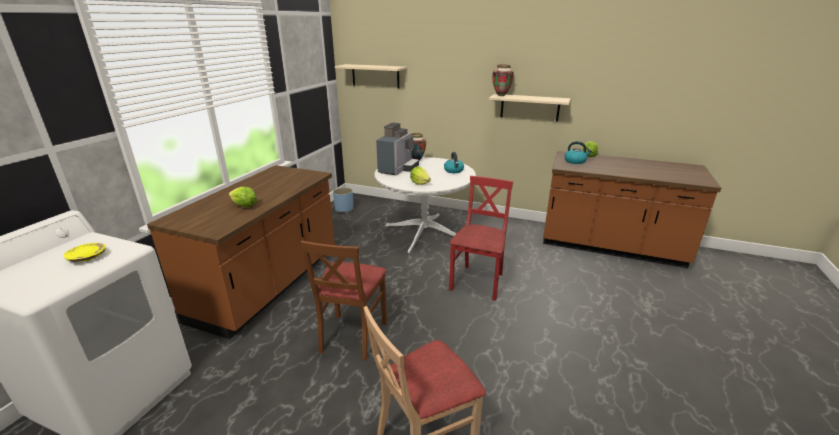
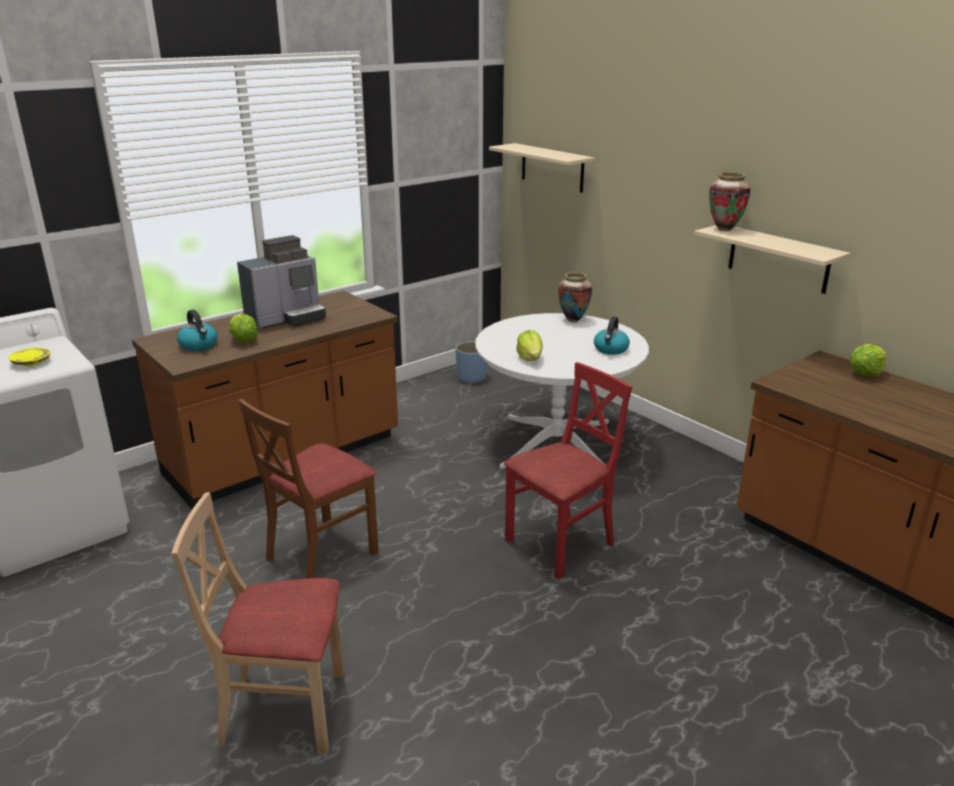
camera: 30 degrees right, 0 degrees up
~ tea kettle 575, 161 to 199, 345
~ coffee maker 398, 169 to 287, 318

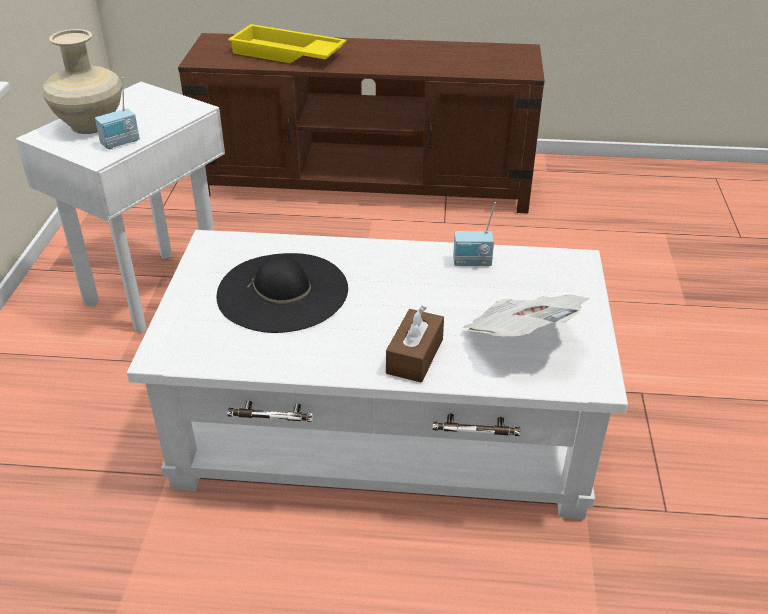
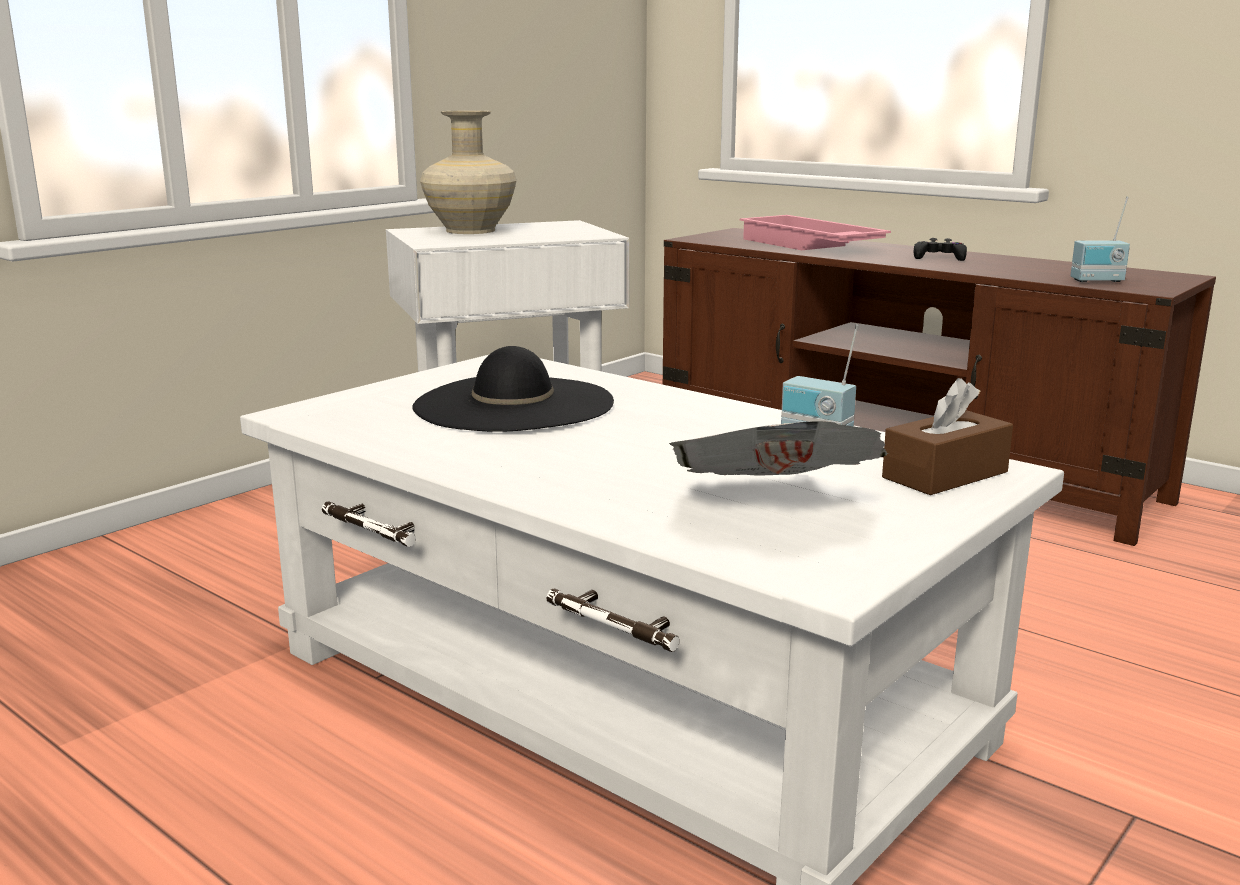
camera: 35 degrees right, 20 degrees down
~ yellow tray 286, 54 to pink tray 808, 245
~ brownish box of tissues 415, 356 to 945, 475
+ black game controller 939, 257
~ radio receiver 121, 143 to 1098, 281

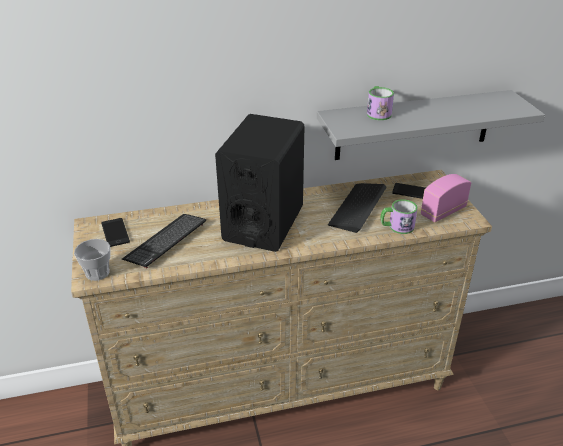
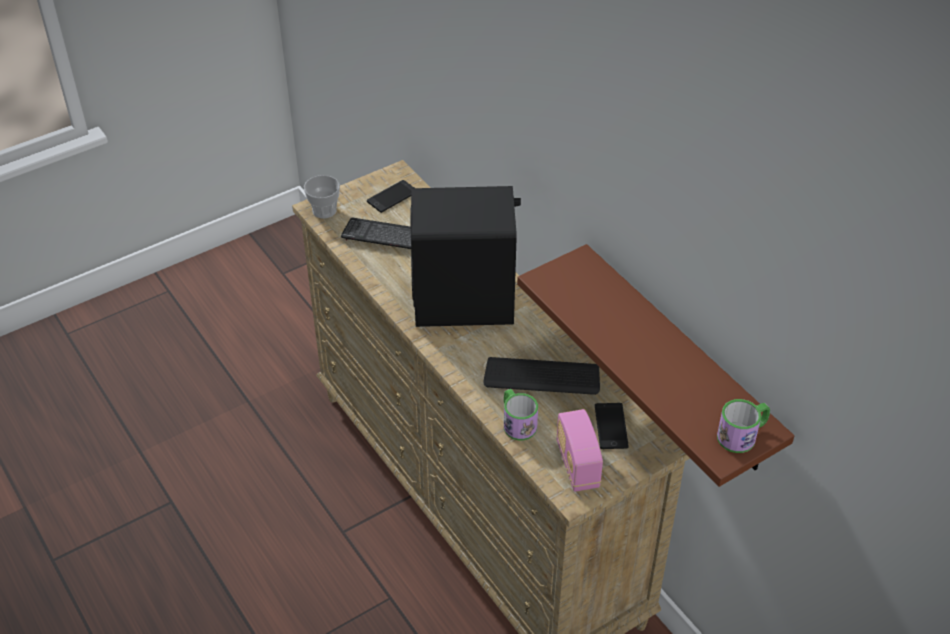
camera: 70 degrees right, 10 degrees up
~ gray bracket shelf 414, 125 to brownish bracket shelf 678, 361
~ radio receiver 443, 211 = 577, 465 135 degrees counterclockwise
~ tea mug 377, 112 to 742, 435

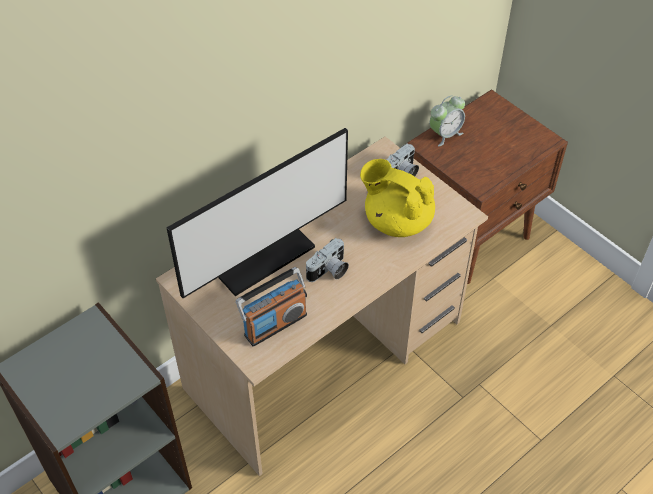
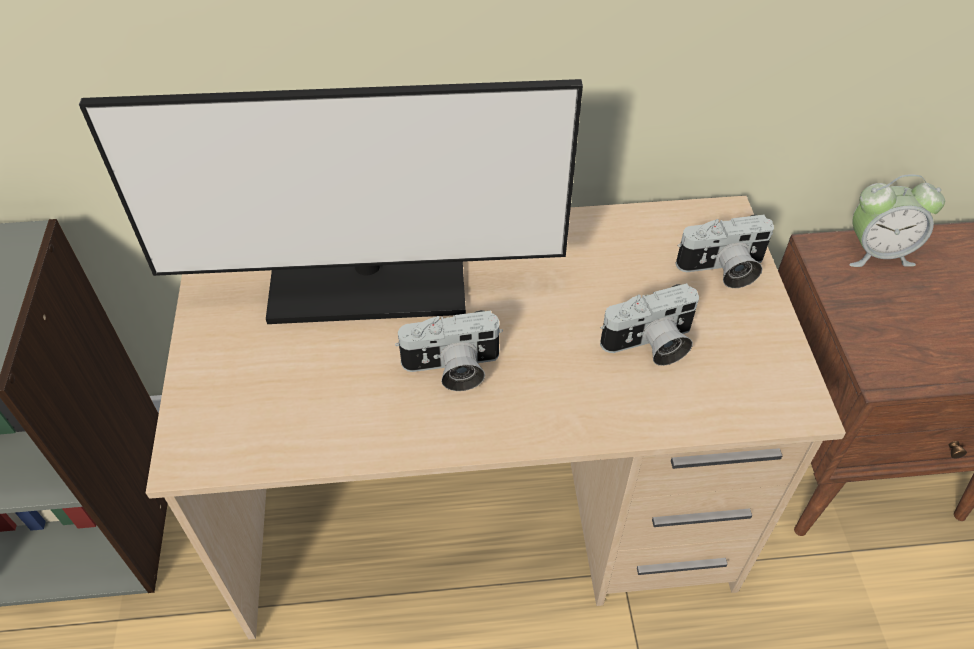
camera: 35 degrees right, 0 degrees up
~ yellow pot for tea 397, 220 to still camera 650, 345
- radio receiver 275, 324

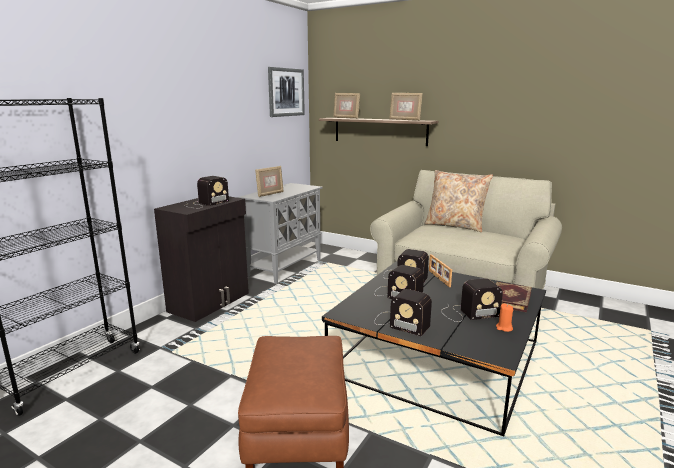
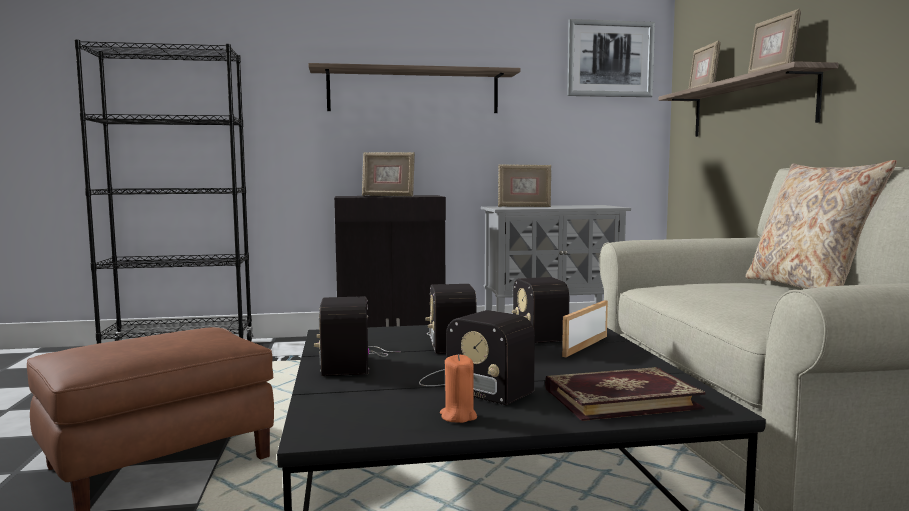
camera: 50 degrees right, 10 degrees down
+ bracket shelf 413, 91
~ radio receiver 205, 204 to standing frame 388, 196

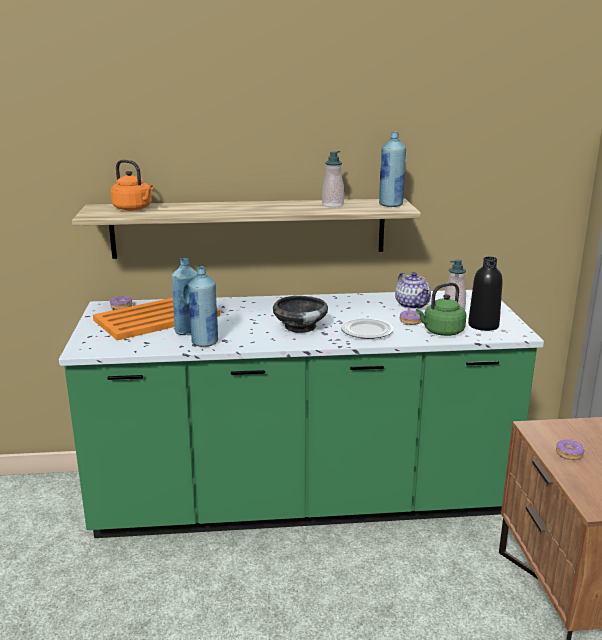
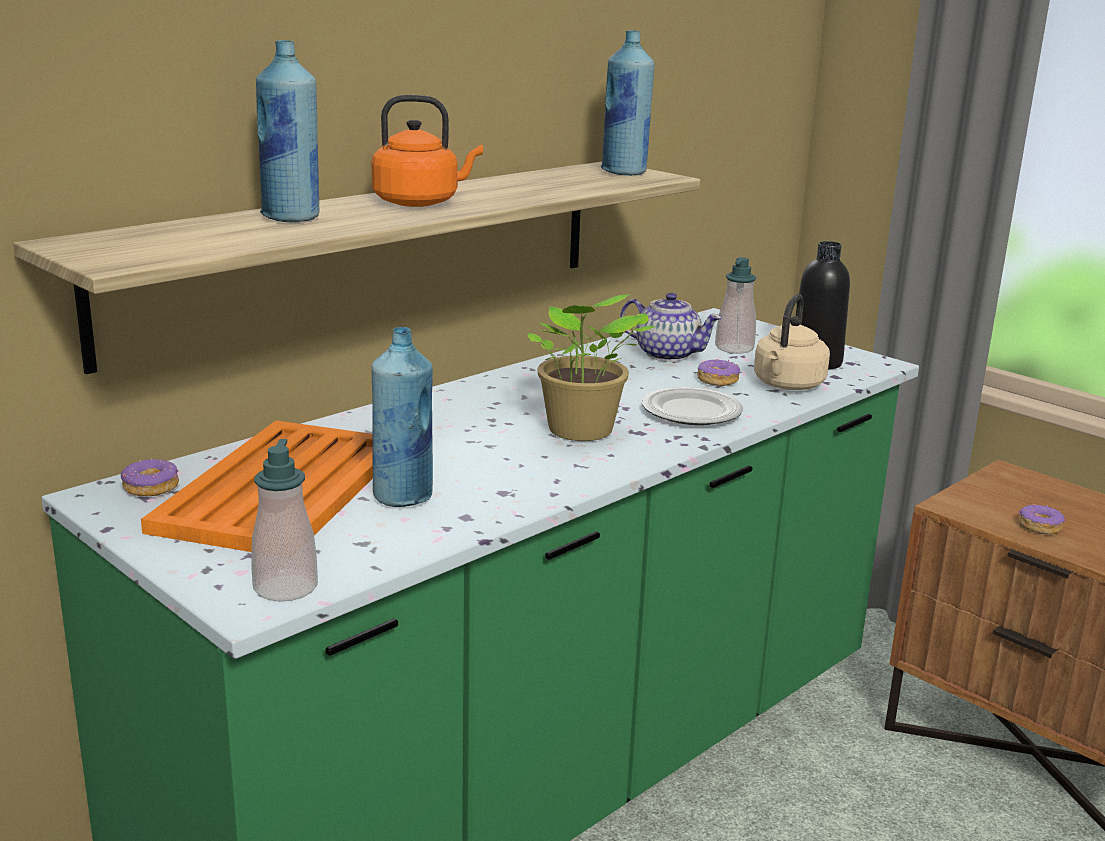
camera: 40 degrees left, 0 degrees up
~ soap bottle 332, 205 to 285, 587
~ blue-coloured drink bottle 205, 342 to 291, 217
~ orangey tea kettle 134, 209 to 420, 202
~ black bowl 300, 327 to plant in a pot 580, 432
~ green-coloured tea kettle 441, 332 to beige-coloured tea kettle 787, 385

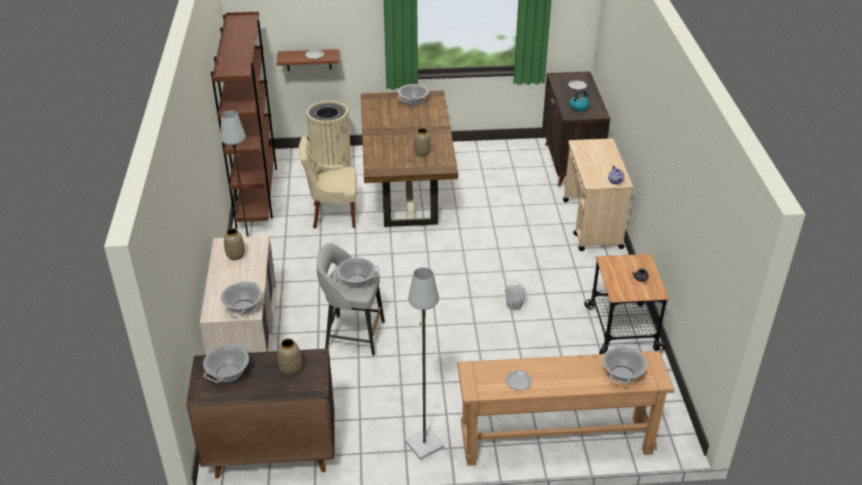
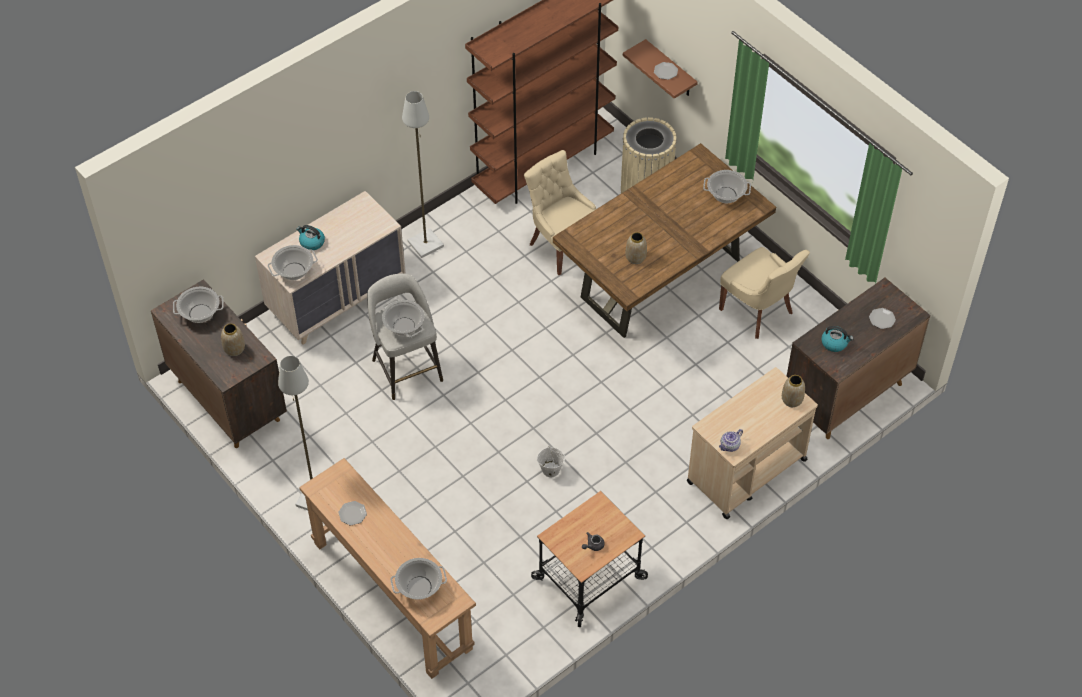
camera: 55 degrees right, 15 degrees up
+ tea kettle 311, 242
+ beige-coloured upright chair 758, 311
~ decorative vase 235, 255 to 791, 400

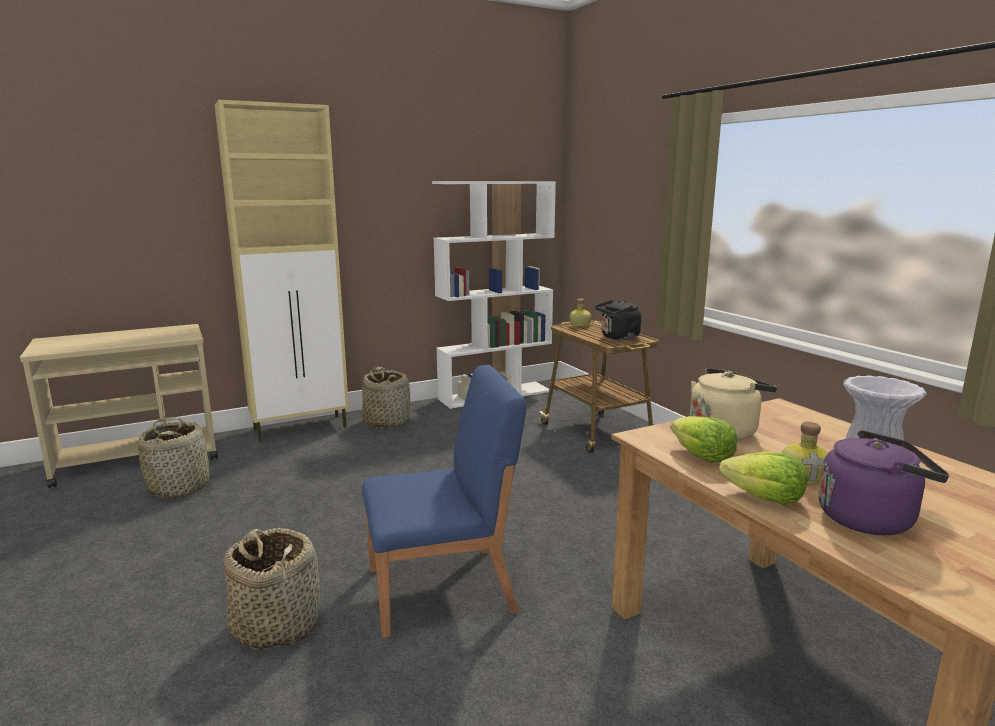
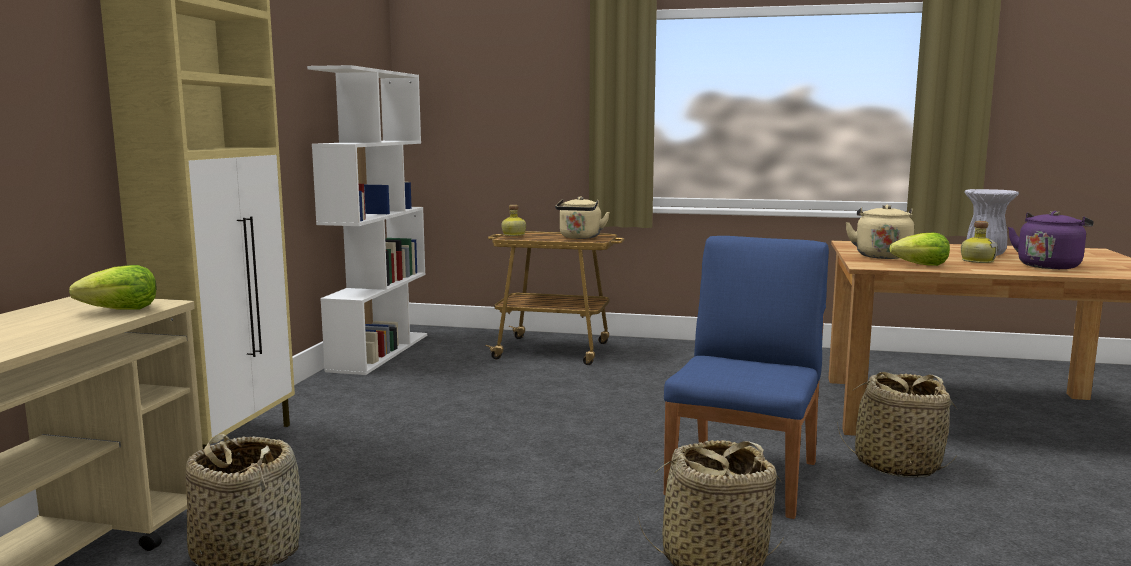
camera: 50 degrees left, 5 degrees down
~ lettuce head 764, 498 to 121, 310
~ black tea kettle 618, 337 to beige-coloured tea kettle 580, 237
~ basket 387, 422 to 896, 465

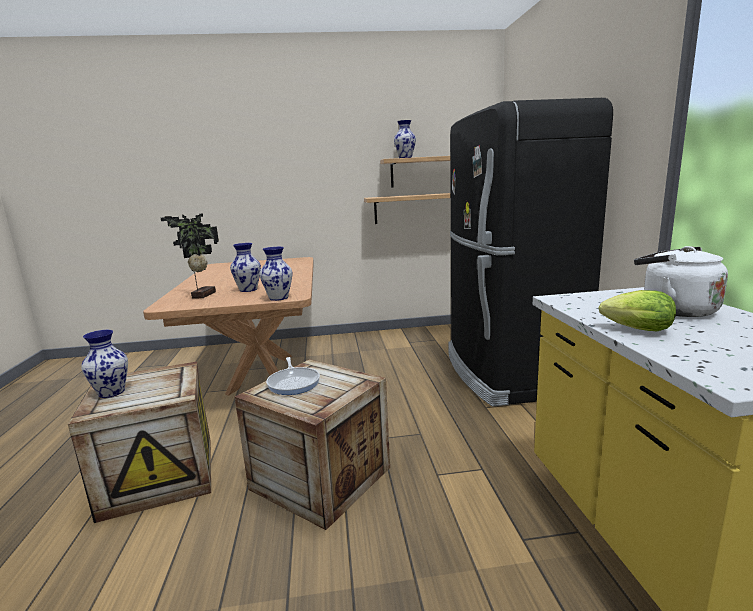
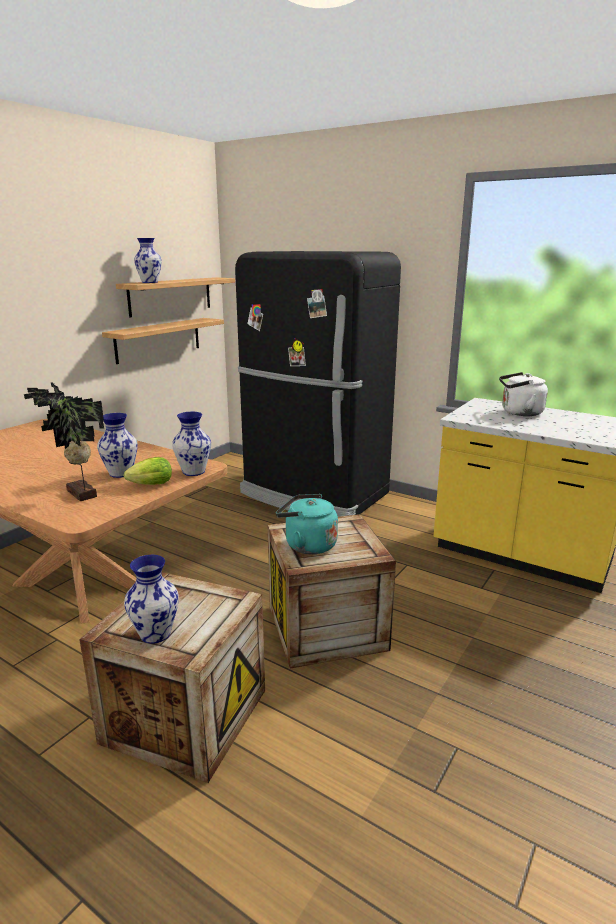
camera: 50 degrees left, 5 degrees up
~ lettuce head 633, 329 to 149, 485
~ frying pan 294, 383 to turquoise tea kettle 307, 545

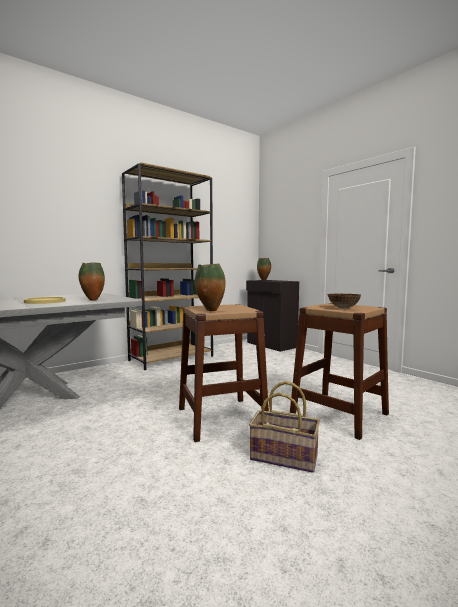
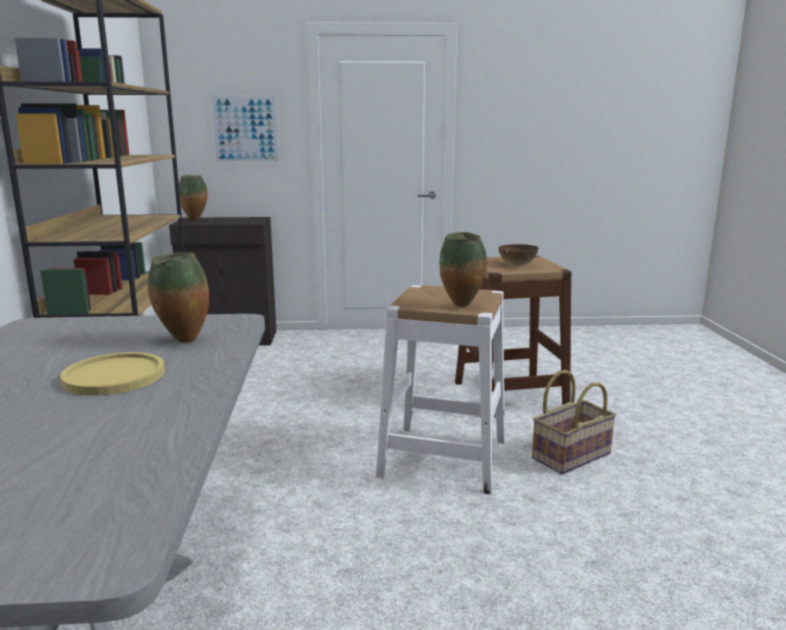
camera: 55 degrees left, 10 degrees up
+ wall art 245, 129
~ brownish stool 221, 418 to white stool 444, 457

